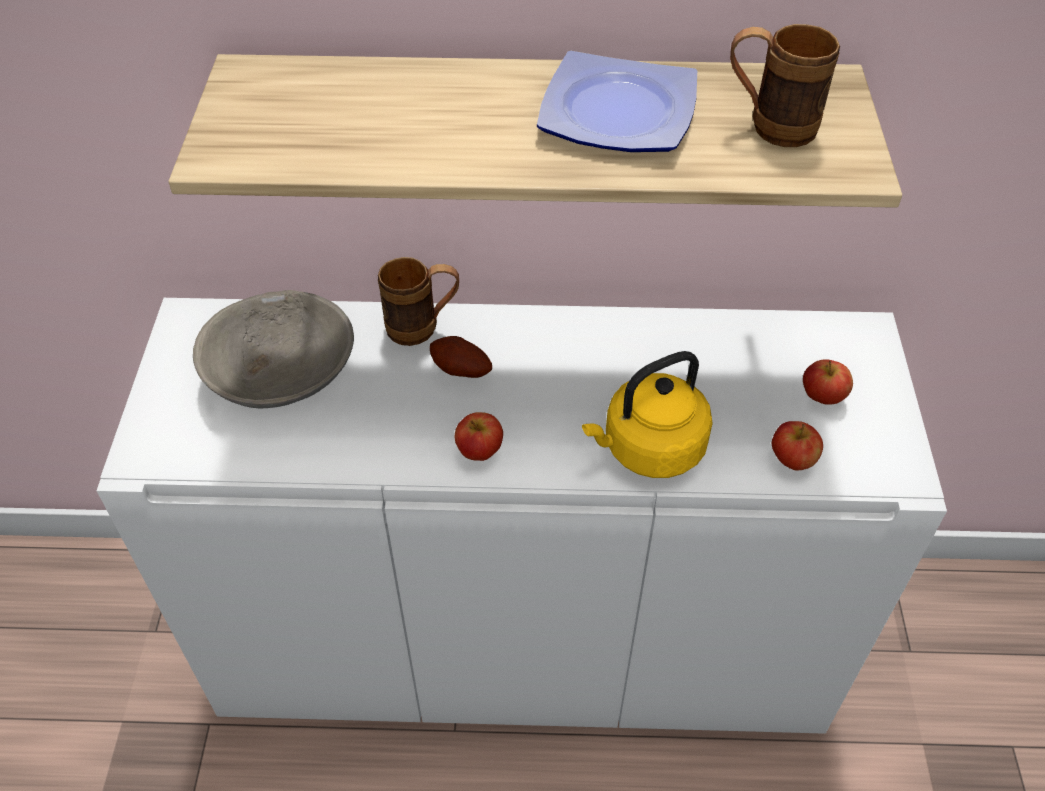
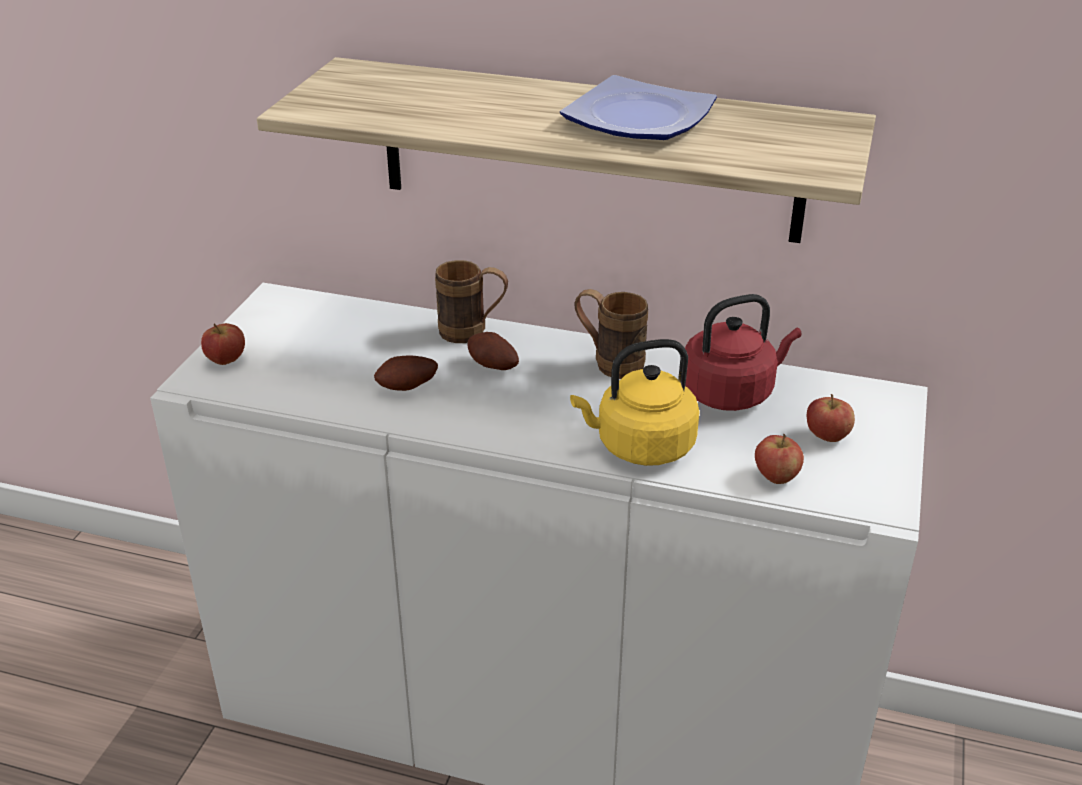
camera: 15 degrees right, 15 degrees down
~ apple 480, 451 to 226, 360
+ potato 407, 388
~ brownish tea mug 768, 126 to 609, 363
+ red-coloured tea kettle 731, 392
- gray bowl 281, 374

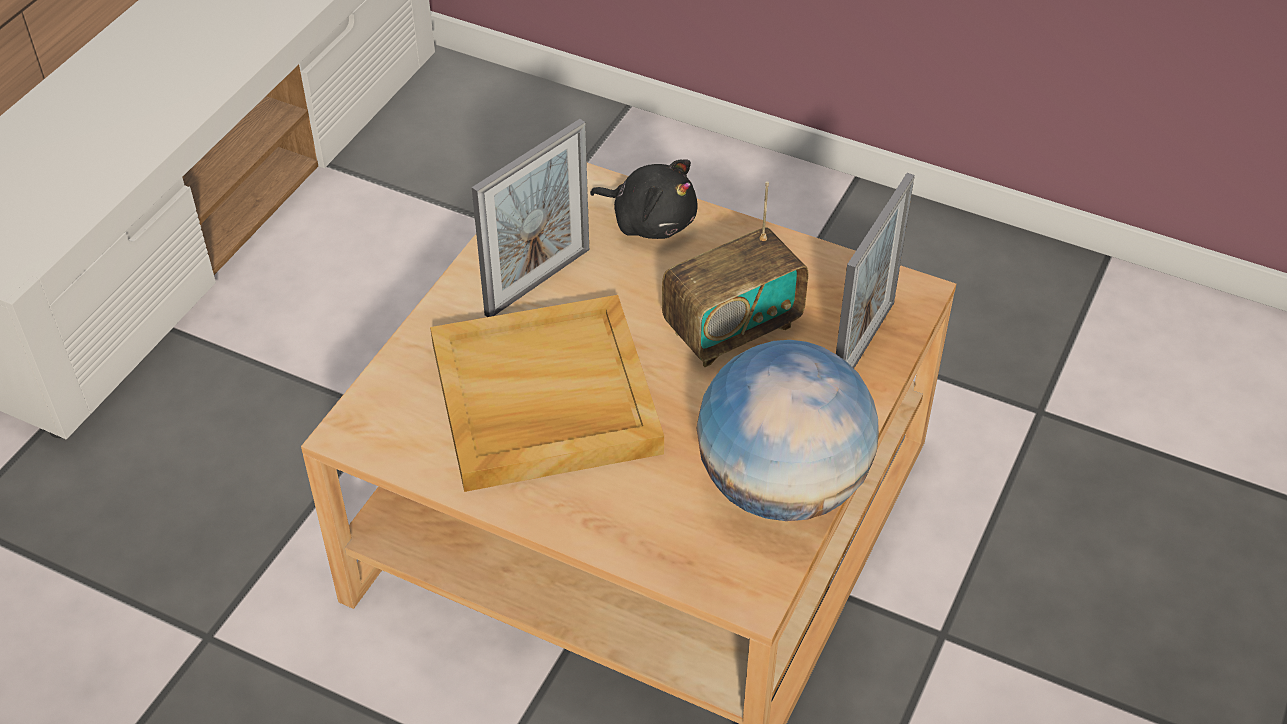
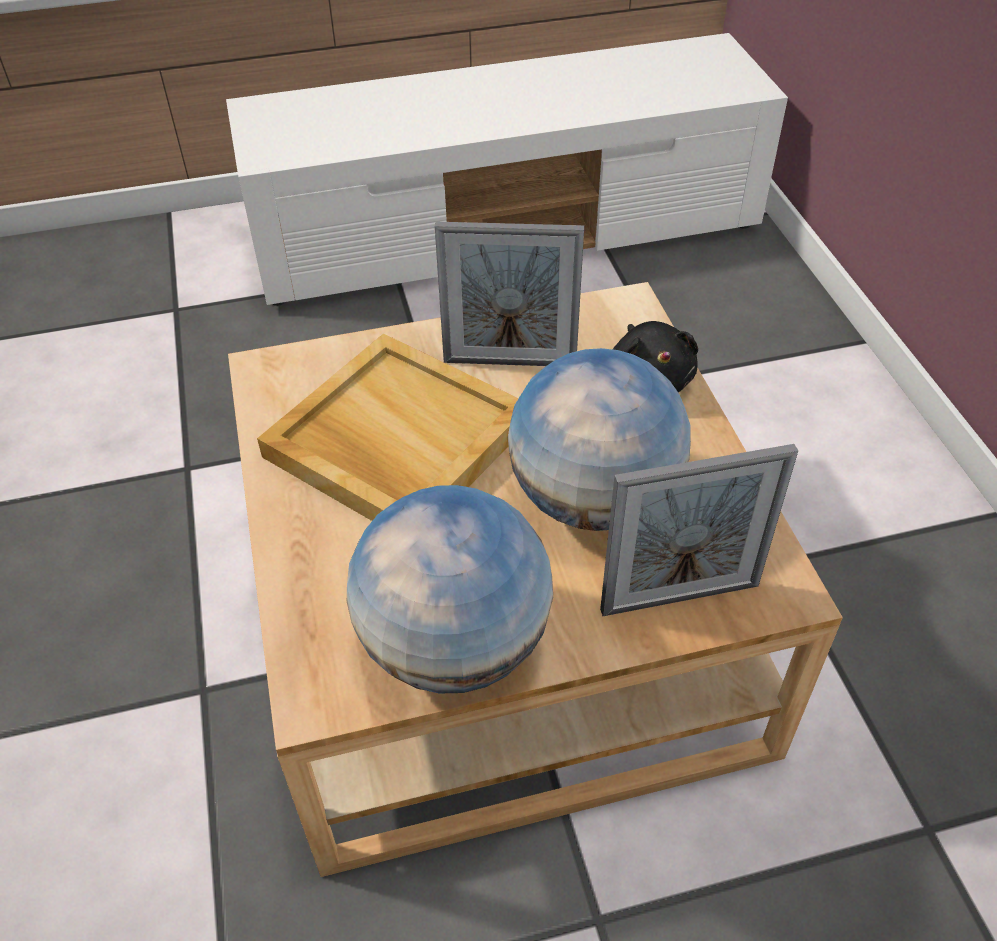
camera: 50 degrees right, 0 degrees up
~ radio receiver 732, 329 to world globe 594, 499

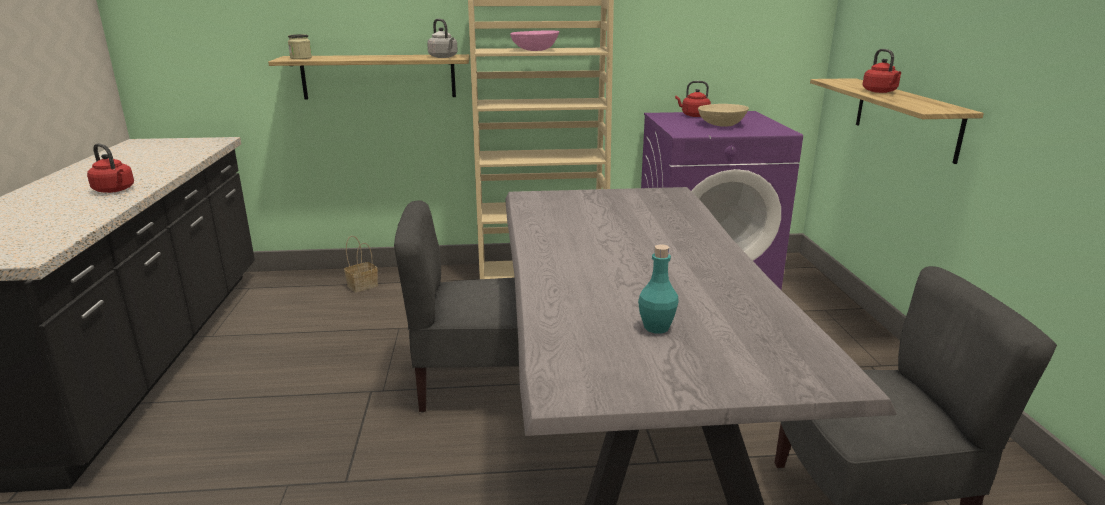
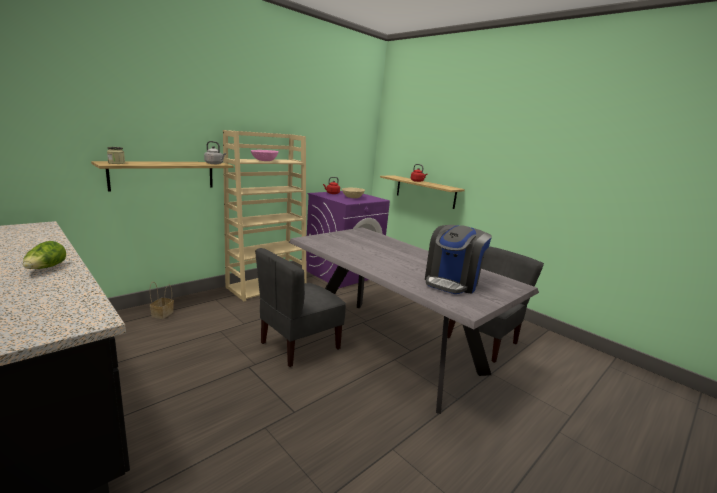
camera: 40 degrees left, 5 degrees down
~ red-coloured tea kettle 115, 190 to lettuce head 46, 268
~ turquoise drink bottle 656, 327 to coffee maker 452, 282

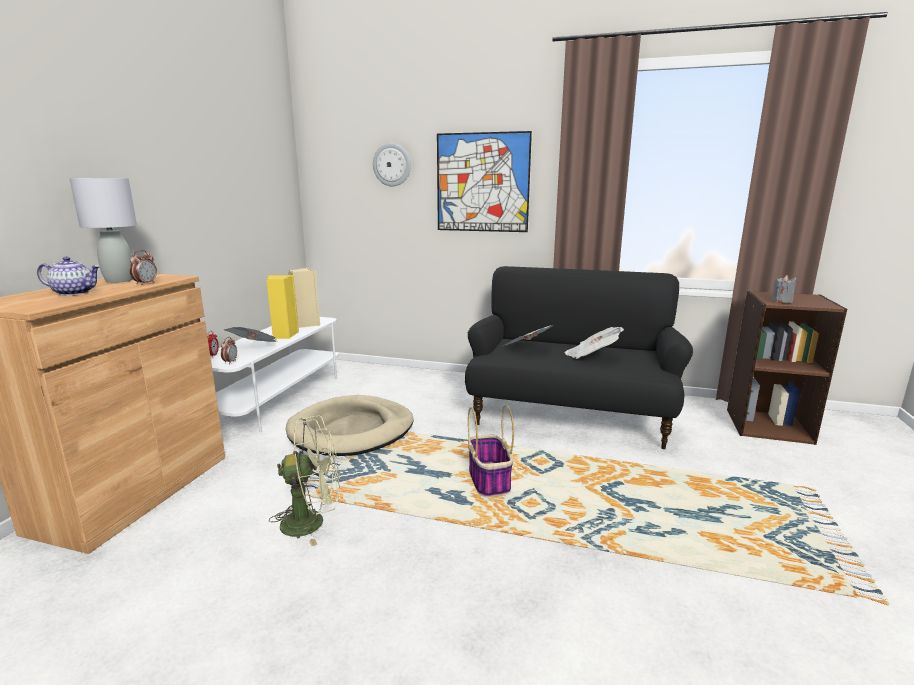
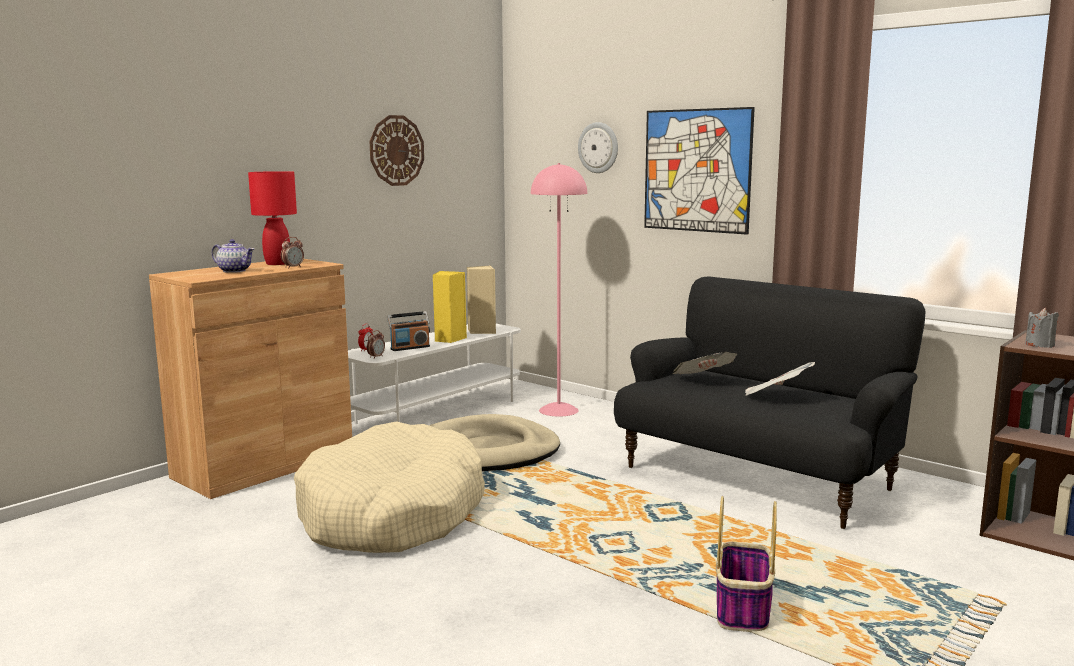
camera: 25 degrees right, 5 degrees down
~ gray lamp for a table 119, 280 to red-coloured lamp for a table 277, 264
~ green-coloured electric fan 312, 521 to beige-coloured pet bed 392, 514
+ hanging clock 396, 150
~ newspaper 255, 348 to radio receiver 410, 348
+ pink floor lamp 559, 410
~ basket 489, 481 to 743, 610

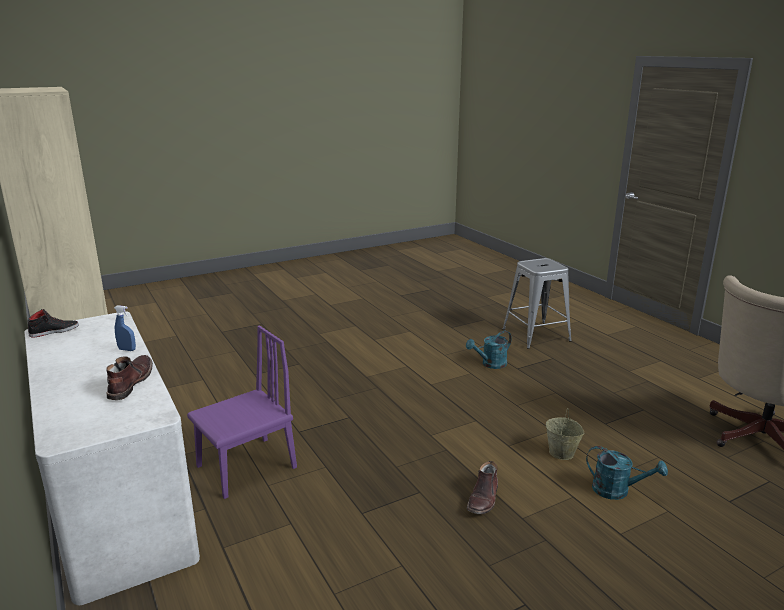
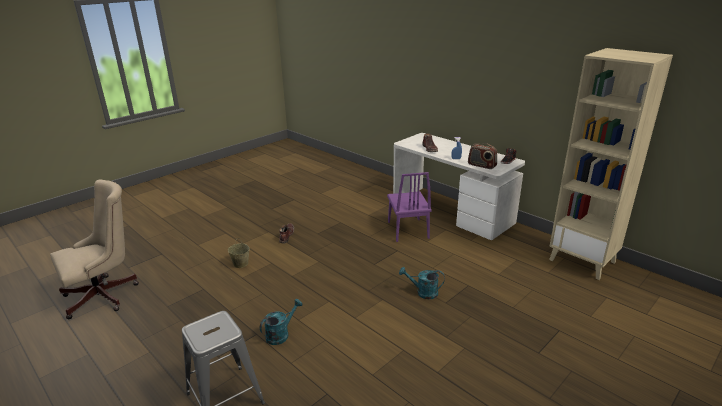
camera: 165 degrees right, 5 degrees up
~ purplish upright chair 246, 467 = 408, 230 45 degrees counterclockwise
~ turquoise watering can 617, 491 to 423, 292
+ radio receiver 481, 165

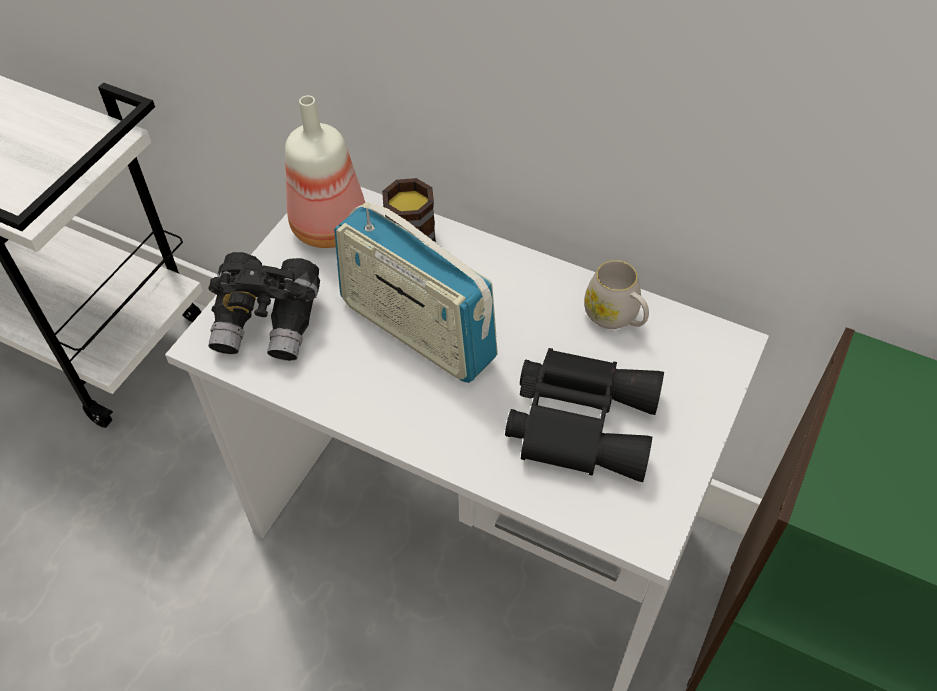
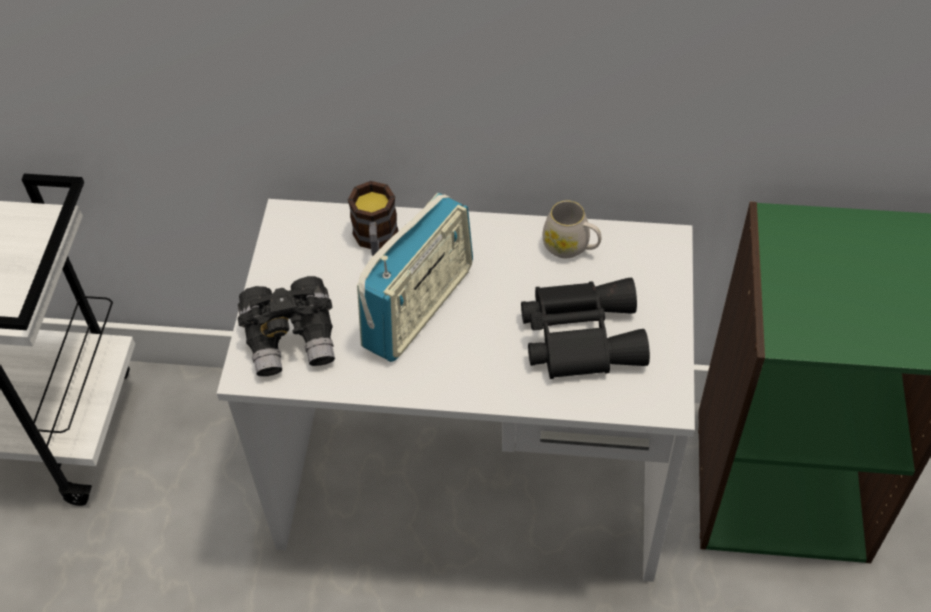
camera: 20 degrees left, 0 degrees up
~ radio receiver 417, 331 = 419, 307 75 degrees counterclockwise
- drink bottle 330, 225

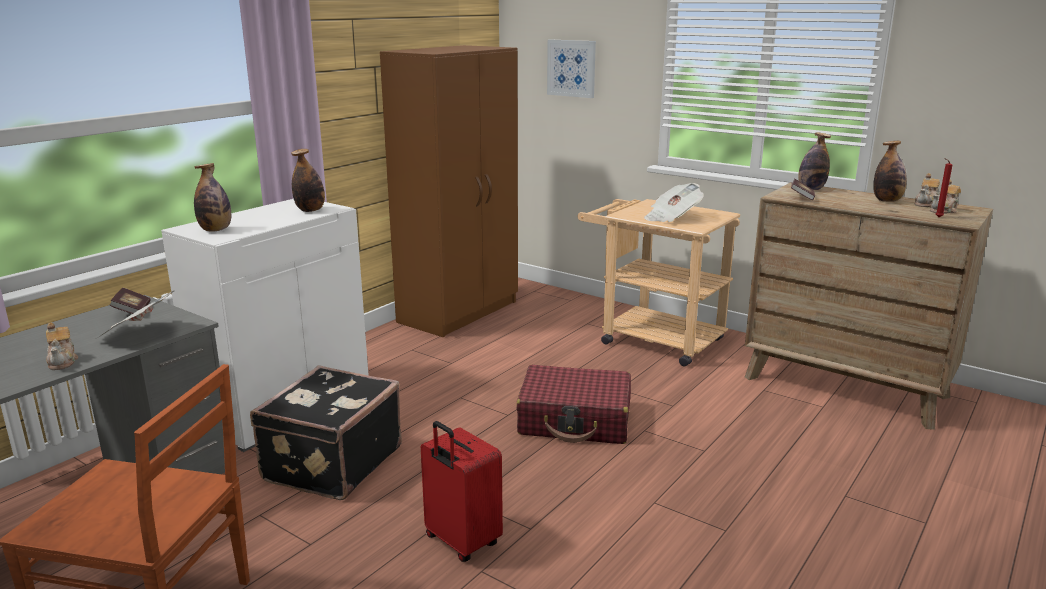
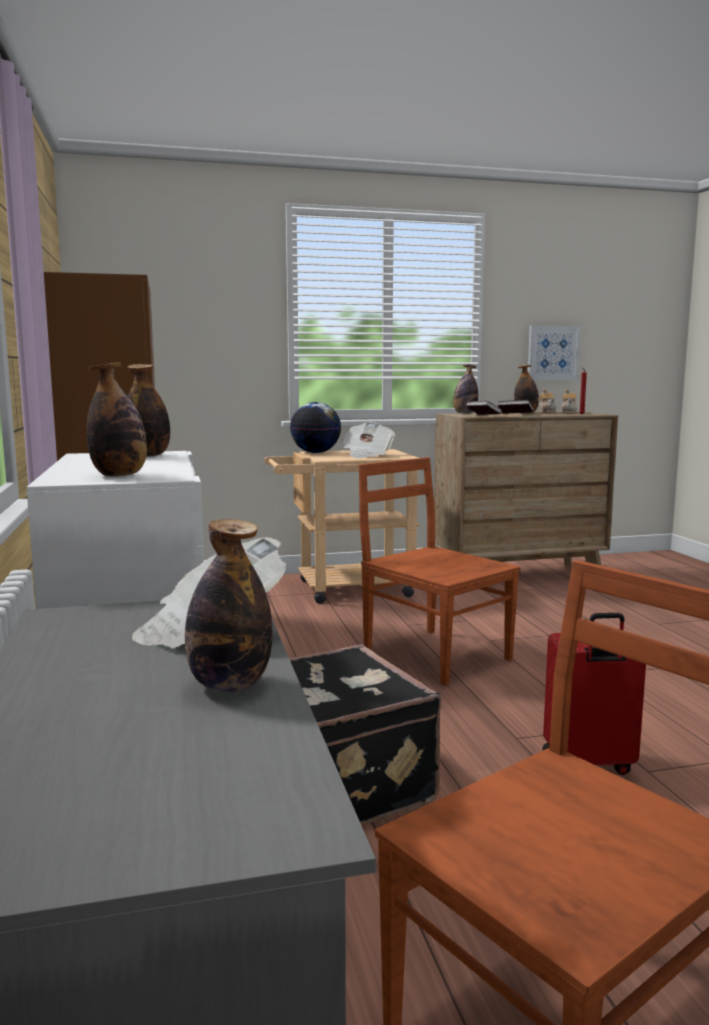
camera: 50 degrees left, 10 degrees down
~ pot for tea 63, 361 to drink bottle 229, 685
+ world globe 316, 453
~ red-coloured suitcase 575, 420 to brownish upright chair 434, 654
~ book 132, 311 to 515, 414
~ wall art 571, 68 to 552, 353

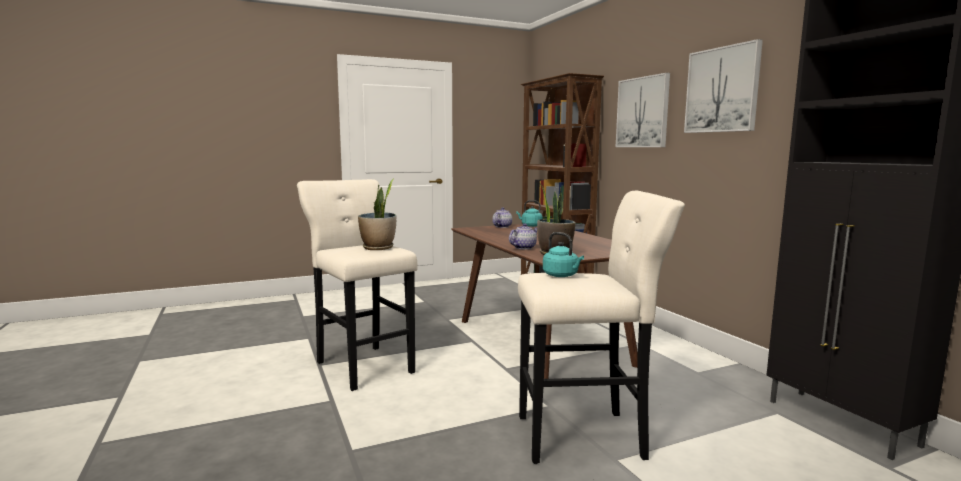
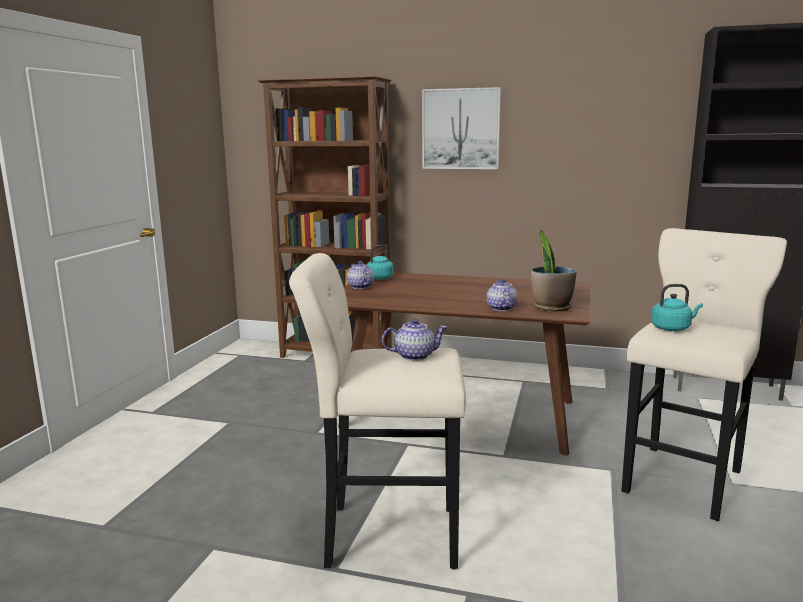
camera: 50 degrees left, 5 degrees up
~ plant in a pot 378, 248 to pot for tea 414, 356
- wall art 722, 90

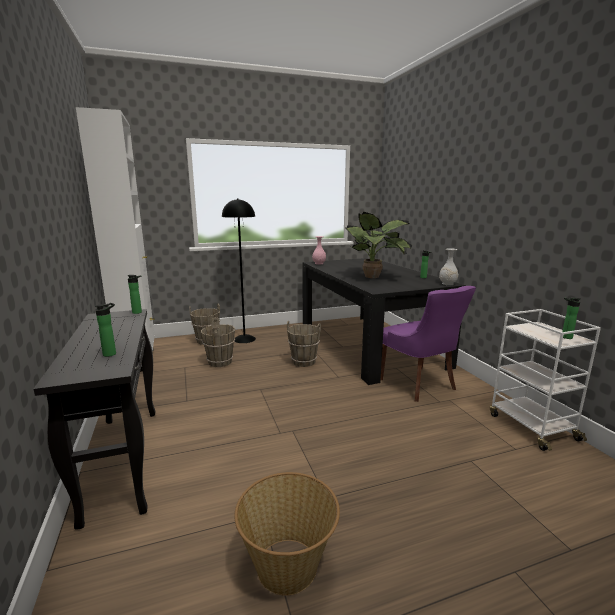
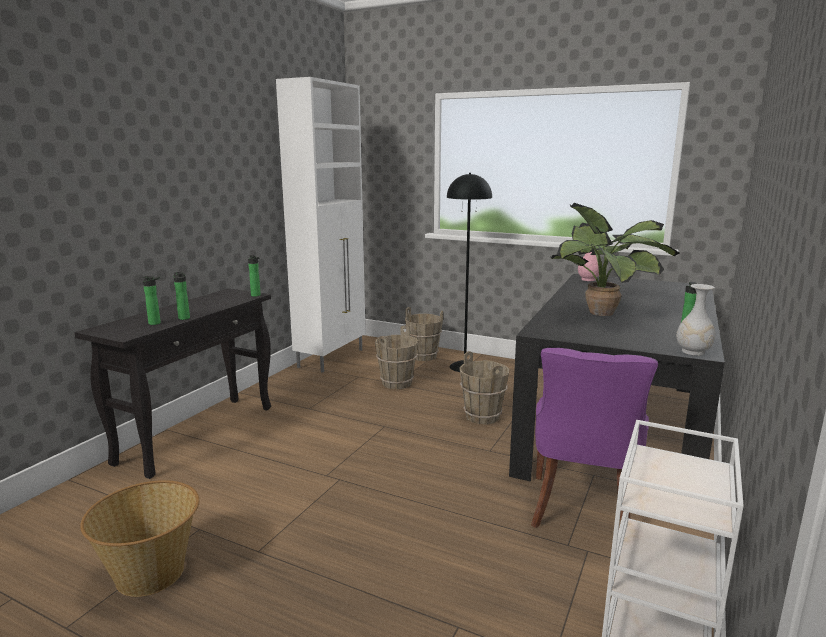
camera: 45 degrees right, 0 degrees up
~ drink bottle 565, 337 to 184, 318

